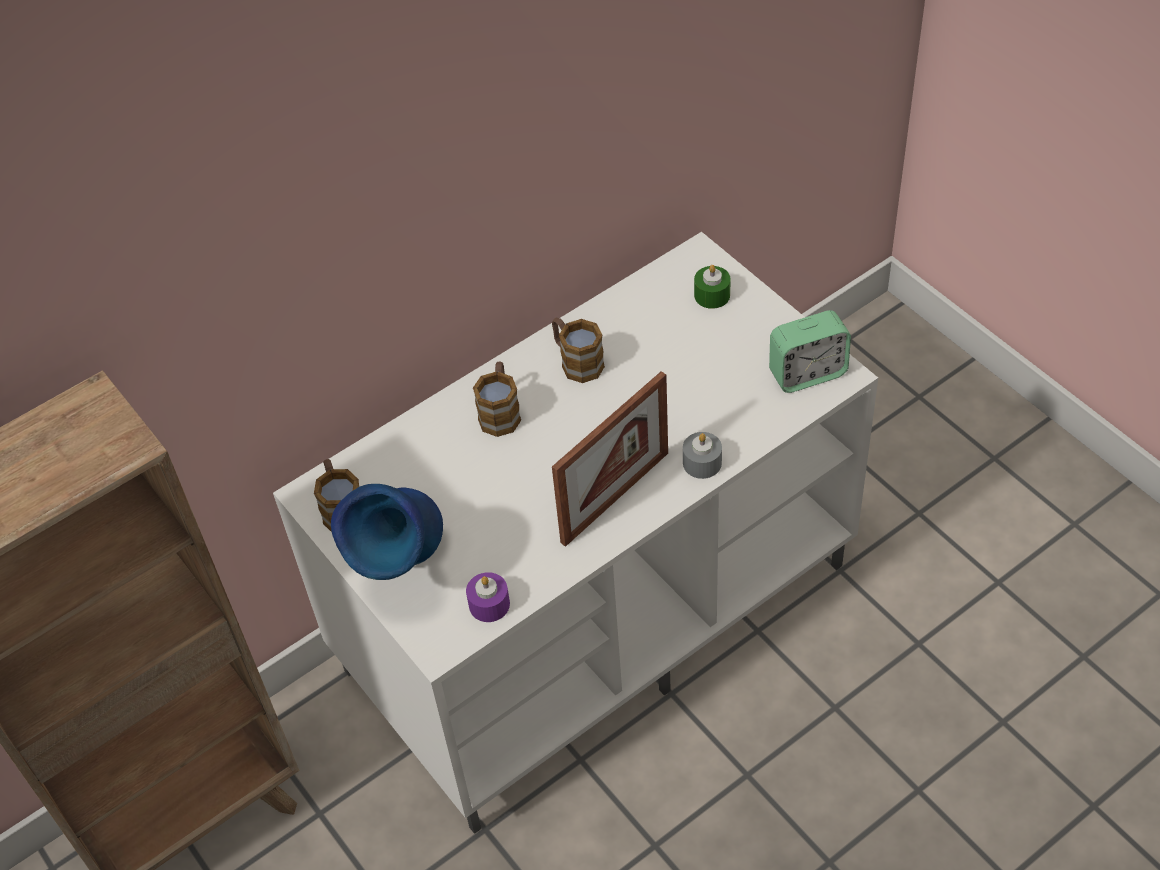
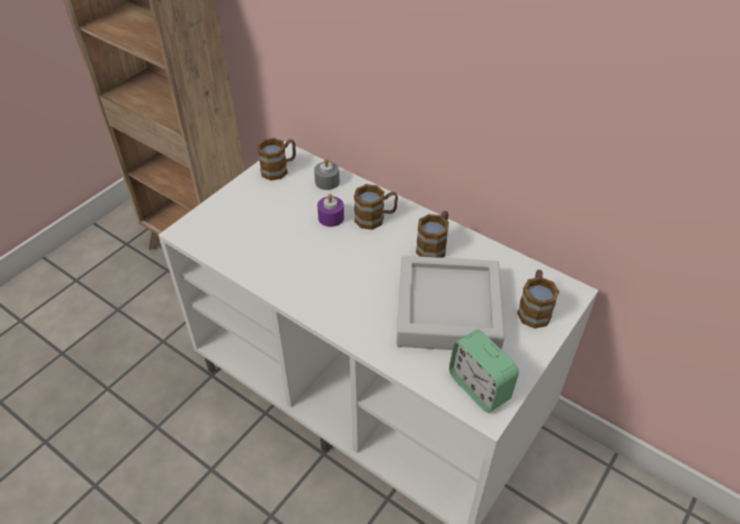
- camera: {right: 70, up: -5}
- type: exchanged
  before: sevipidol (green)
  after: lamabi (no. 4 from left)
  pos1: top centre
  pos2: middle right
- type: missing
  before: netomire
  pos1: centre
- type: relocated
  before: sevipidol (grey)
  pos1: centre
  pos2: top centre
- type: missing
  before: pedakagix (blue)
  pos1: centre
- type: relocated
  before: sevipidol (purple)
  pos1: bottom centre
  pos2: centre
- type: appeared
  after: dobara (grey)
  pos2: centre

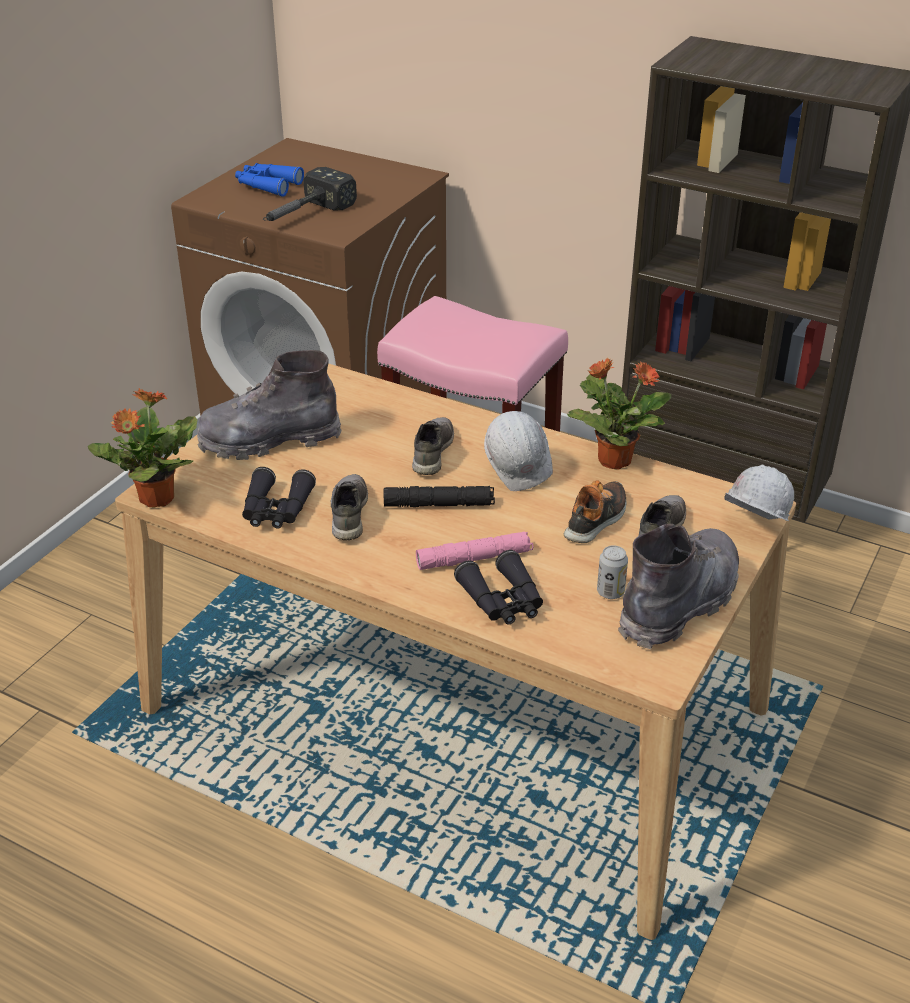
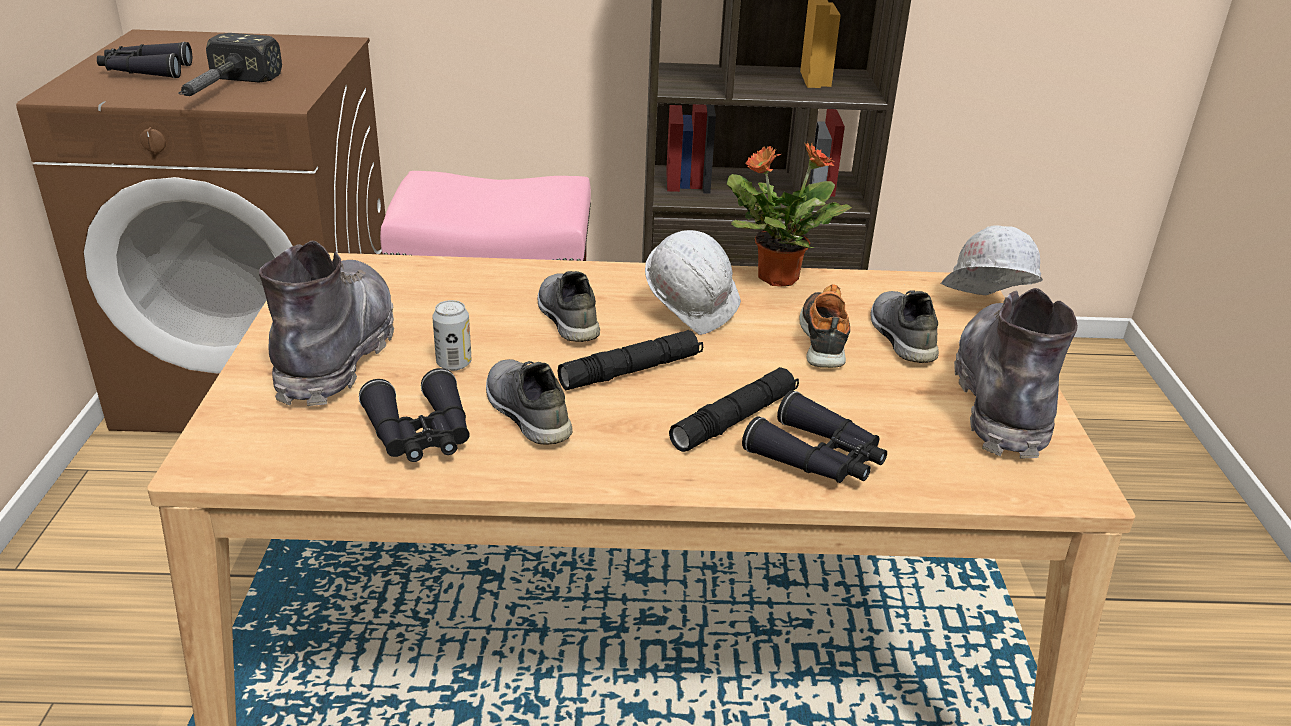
- camera: {right: -30, up: -5}
- type: colour
  before: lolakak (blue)
  after: lolakak (black) (no. 1 from left)
  pos1: top left
  pos2: top left
- type: spun
  before: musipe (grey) (no. 1 from left)
  pos1: middle left
  pos2: middle left
  turn: 135
- type: missing
  before: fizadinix (no. 1 from left)
  pos1: middle left
- type: colour
  before: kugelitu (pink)
  after: kugelitu (black) (no. 2 from left)
  pos1: centre
  pos2: centre
- type: relocated
  before: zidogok
  pos1: middle right
  pos2: centre

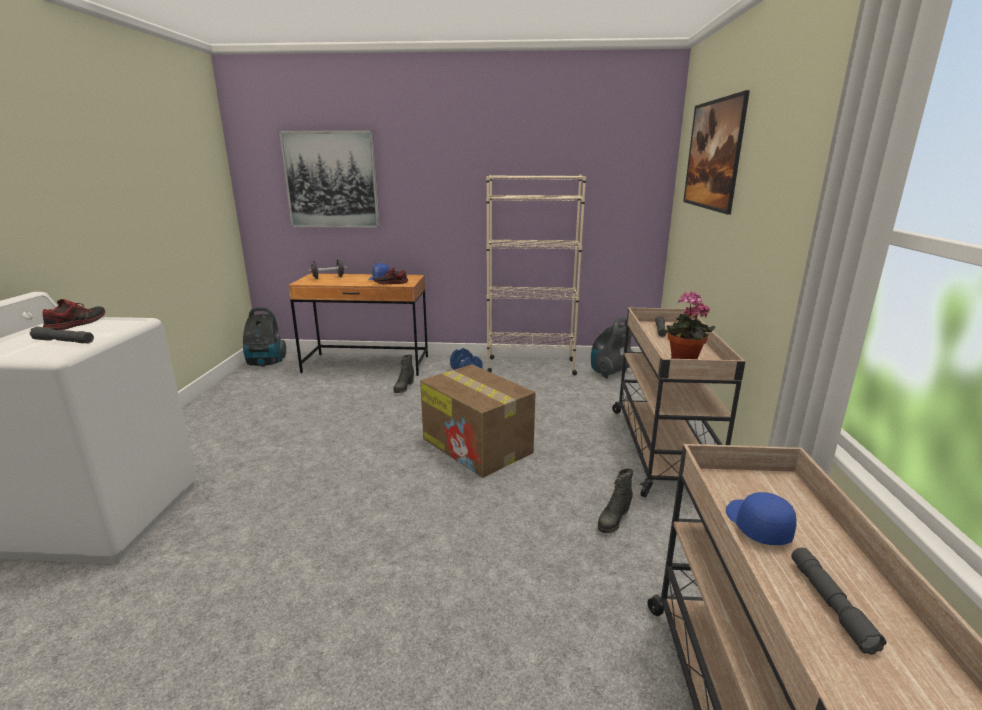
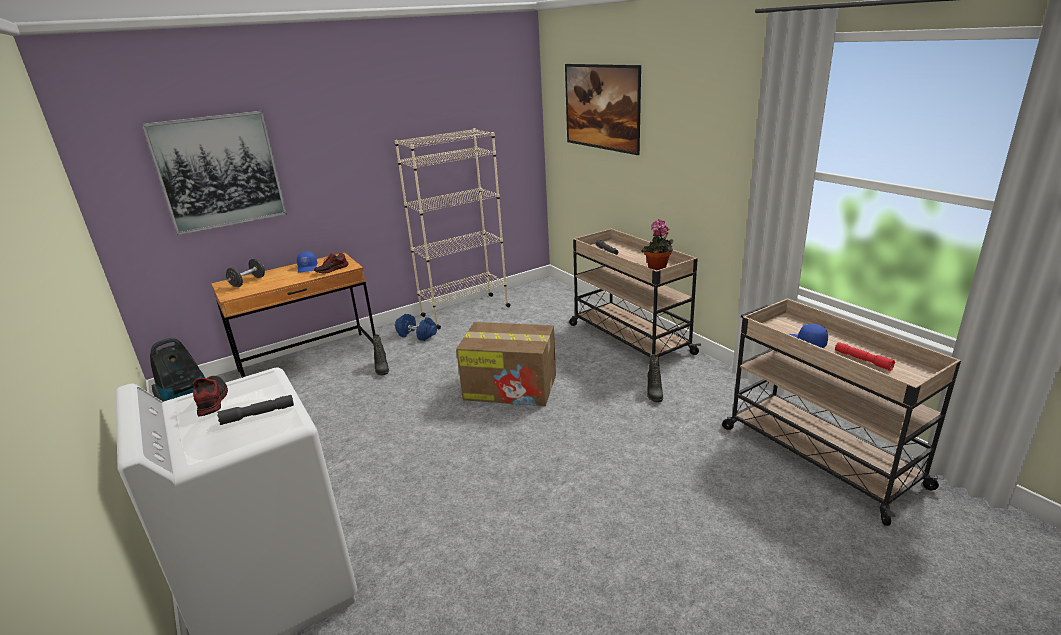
- camera: {right: -35, up: 5}
- type: missing
  before: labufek (no. 2 from left)
  pos1: centre
- type: colour
  before: kugelitu (grey) (no. 3 from left)
  after: kugelitu (red)
  pos1: bottom right
  pos2: middle right

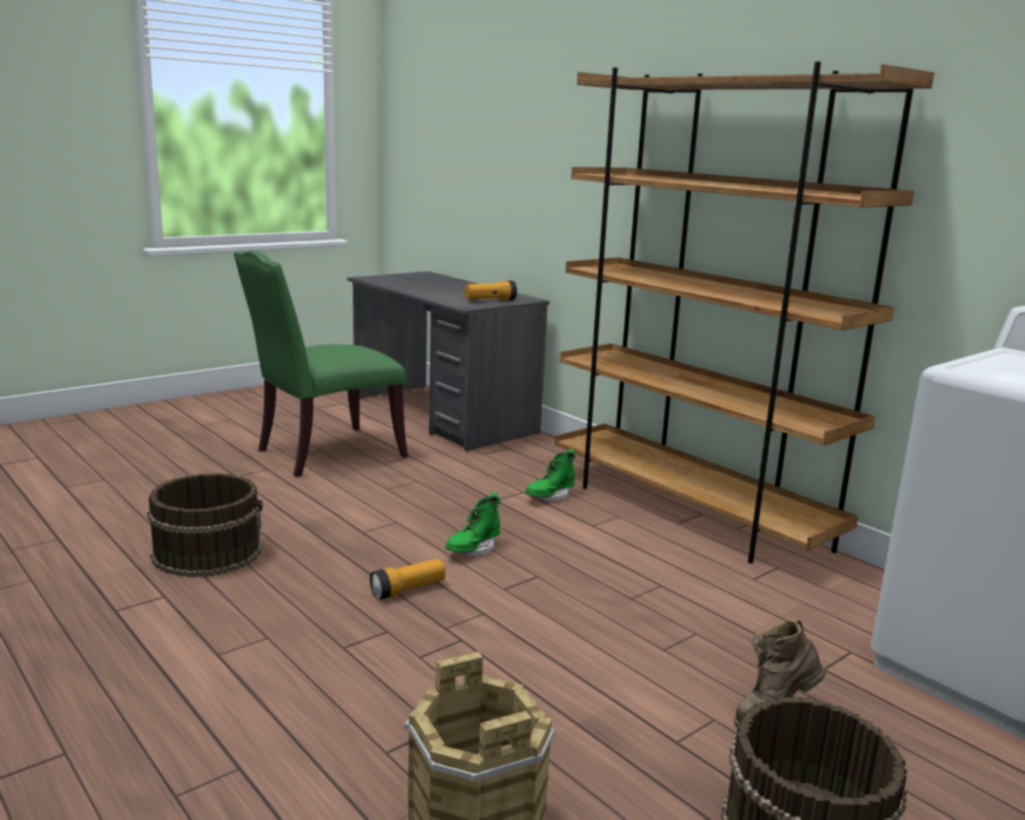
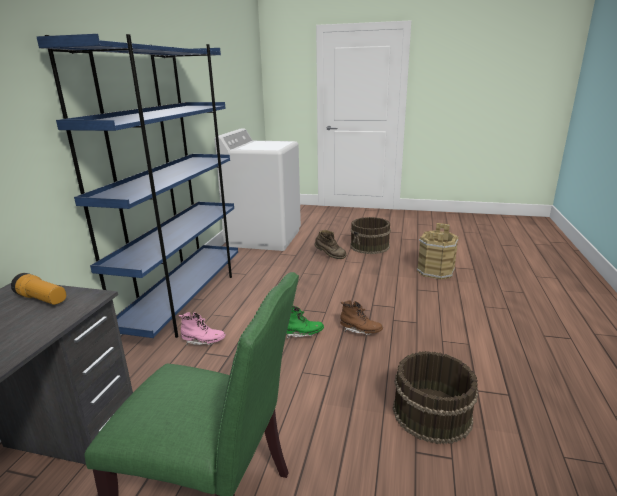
- camera: {right: -125, up: 5}
- type: colour
  before: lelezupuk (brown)
  after: lelezupuk (blue)
  pos1: middle right
  pos2: middle left
- type: colour
  before: musipe (green) (no. 2 from left)
  after: musipe (pink)
  pos1: centre
  pos2: middle left
- type: exchanged
  before: kugelitu (no. 1 from left)
  after: musipe (brown) (no. 2 from left)
  pos1: bottom centre
  pos2: centre

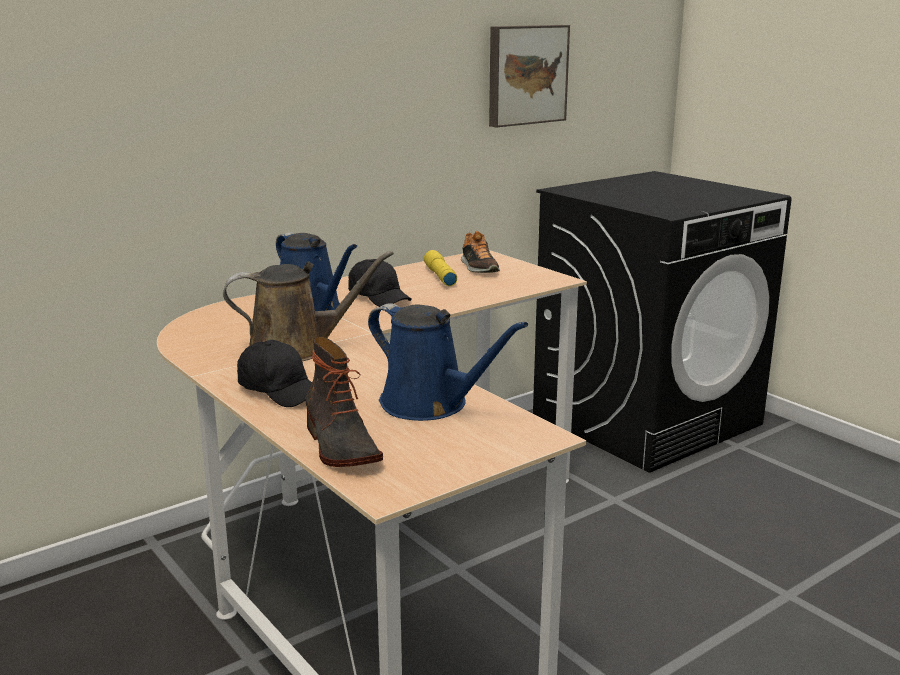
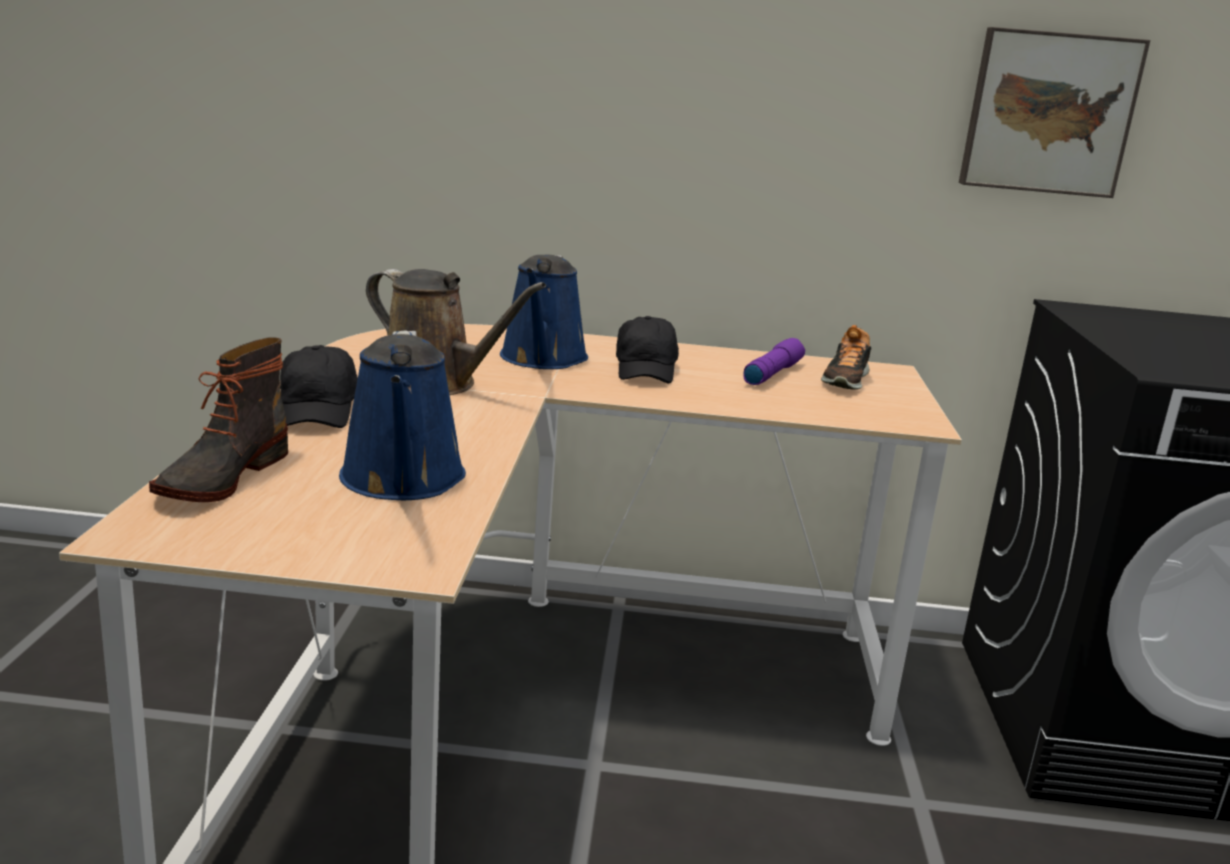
- camera: {right: 40, up: 0}
- type: colour
  before: kugelitu (yellow)
  after: kugelitu (purple)
  pos1: centre
  pos2: centre

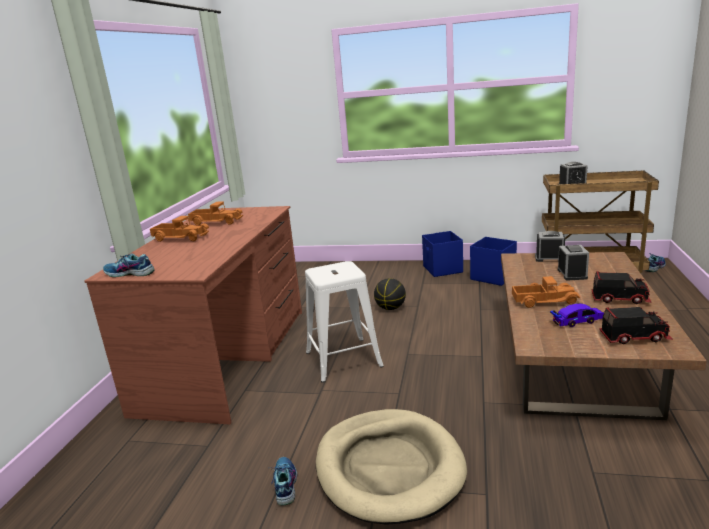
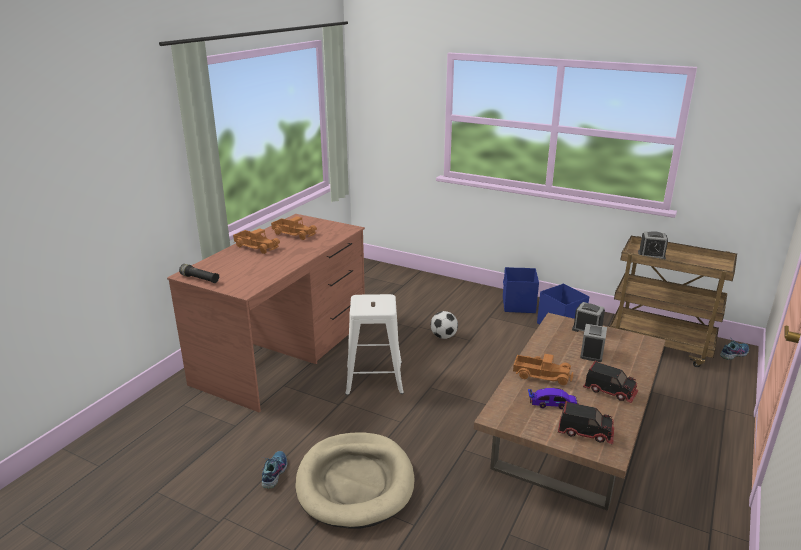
- camera: {right: 15, up: 5}
- type: exchanged
  before: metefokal (no. 1 from left)
  after: kugelitu (black)
  pos1: middle left
  pos2: middle left
- type: exchanged
  before: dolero
  after: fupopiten
  pos1: centre
  pos2: centre

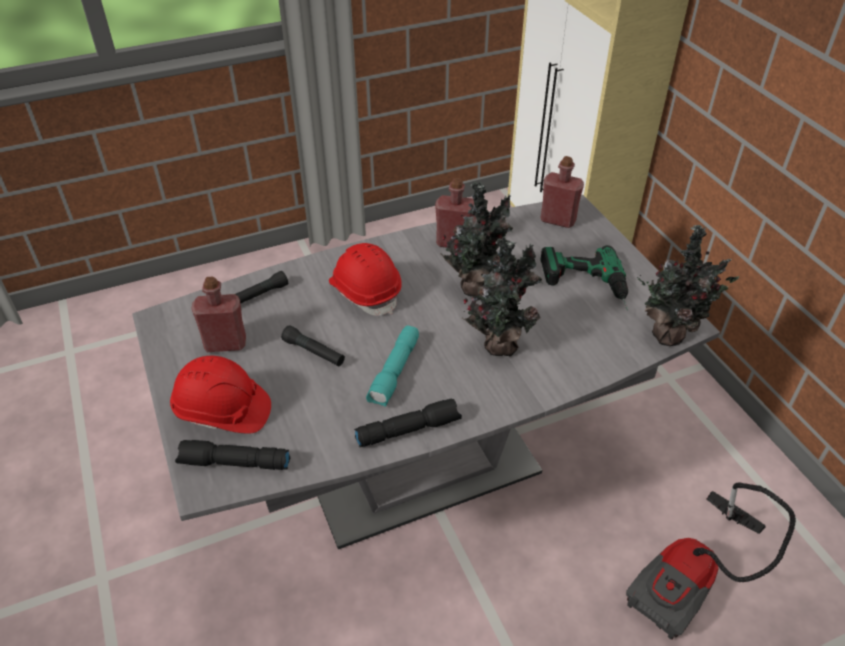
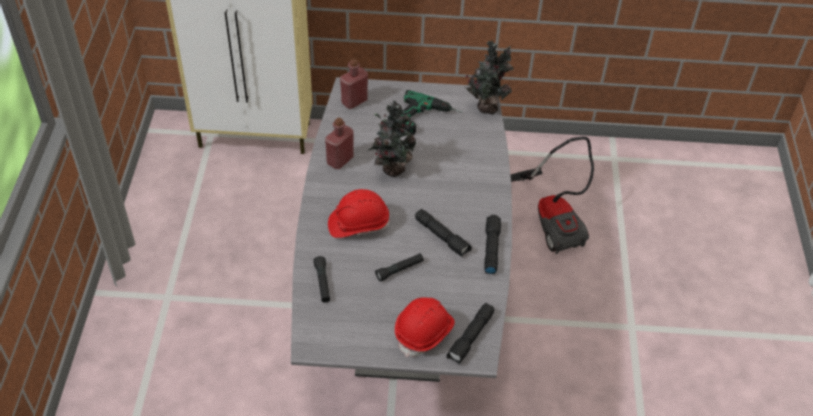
- camera: {right: -65, up: 5}
- type: missing
  before: fizadinix (no. 2 from left)
  pos1: centre
- type: missing
  before: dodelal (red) (no. 1 from left)
  pos1: middle left
- type: colour
  before: kugelitu (turquoise)
  after: kugelitu (black) (no. 3 from left)
  pos1: centre
  pos2: centre

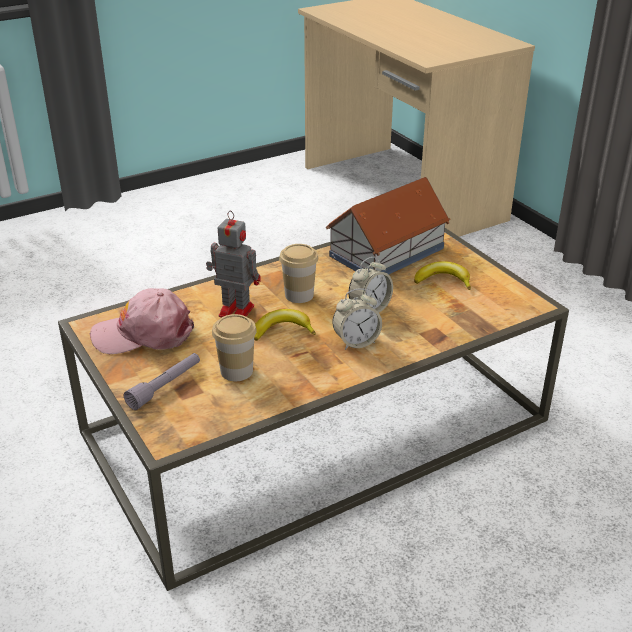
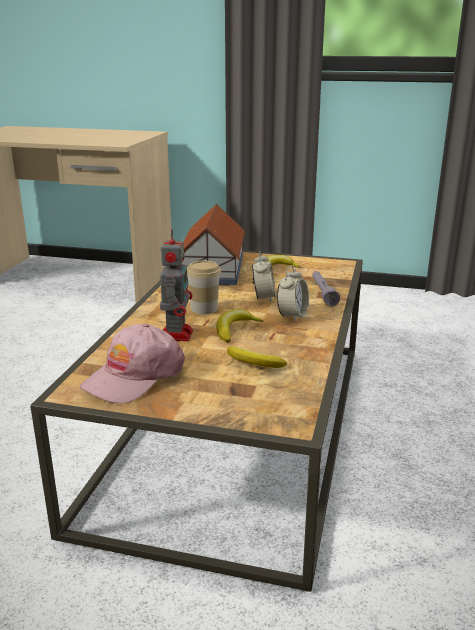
- camera: {right: -45, up: -10}
- type: spun
  before: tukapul
  pos1: centre
  pos2: centre
  turn: 120
- type: exchanged
  before: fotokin (no. 1 from left)
  after: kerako (no. 2 from left)
  pos1: centre
  pos2: centre
- type: relocated
  before: kugelitu (grey)
  pos1: middle left
  pos2: middle right

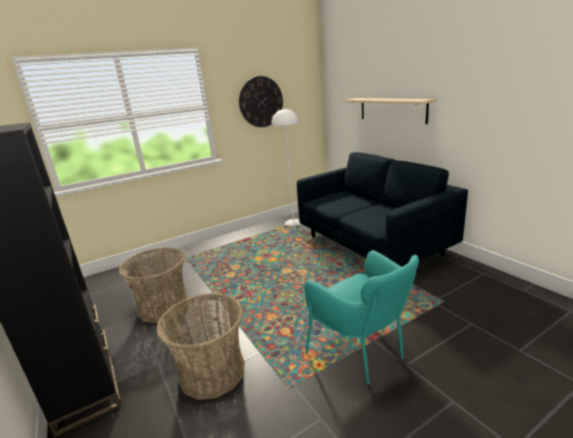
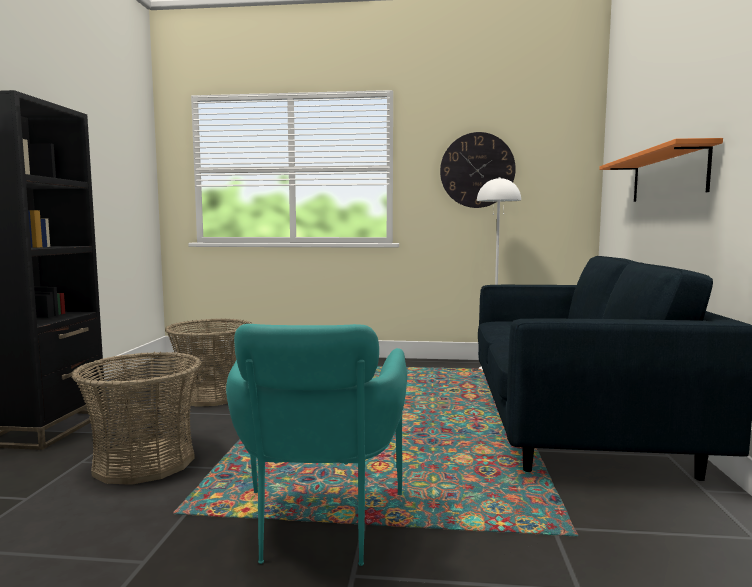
- camera: {right: 35, up: -15}
- type: colour
  before: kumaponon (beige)
  after: kumaponon (orange)
  pos1: top right
  pos2: top right

